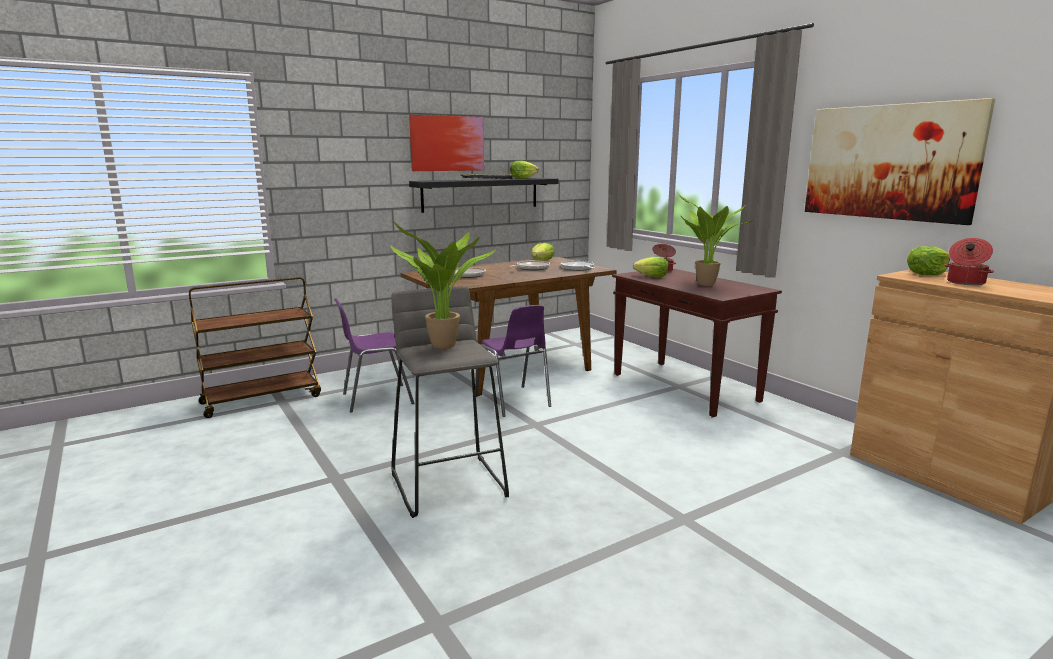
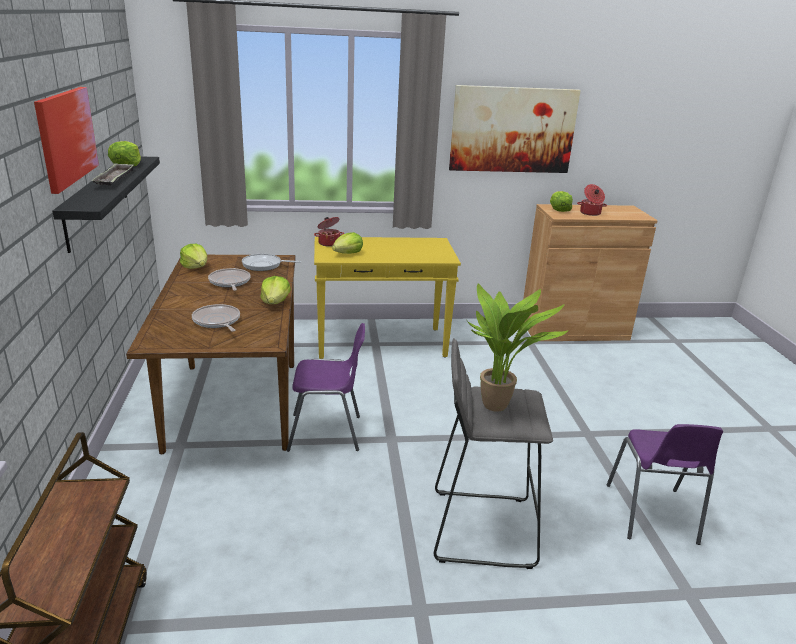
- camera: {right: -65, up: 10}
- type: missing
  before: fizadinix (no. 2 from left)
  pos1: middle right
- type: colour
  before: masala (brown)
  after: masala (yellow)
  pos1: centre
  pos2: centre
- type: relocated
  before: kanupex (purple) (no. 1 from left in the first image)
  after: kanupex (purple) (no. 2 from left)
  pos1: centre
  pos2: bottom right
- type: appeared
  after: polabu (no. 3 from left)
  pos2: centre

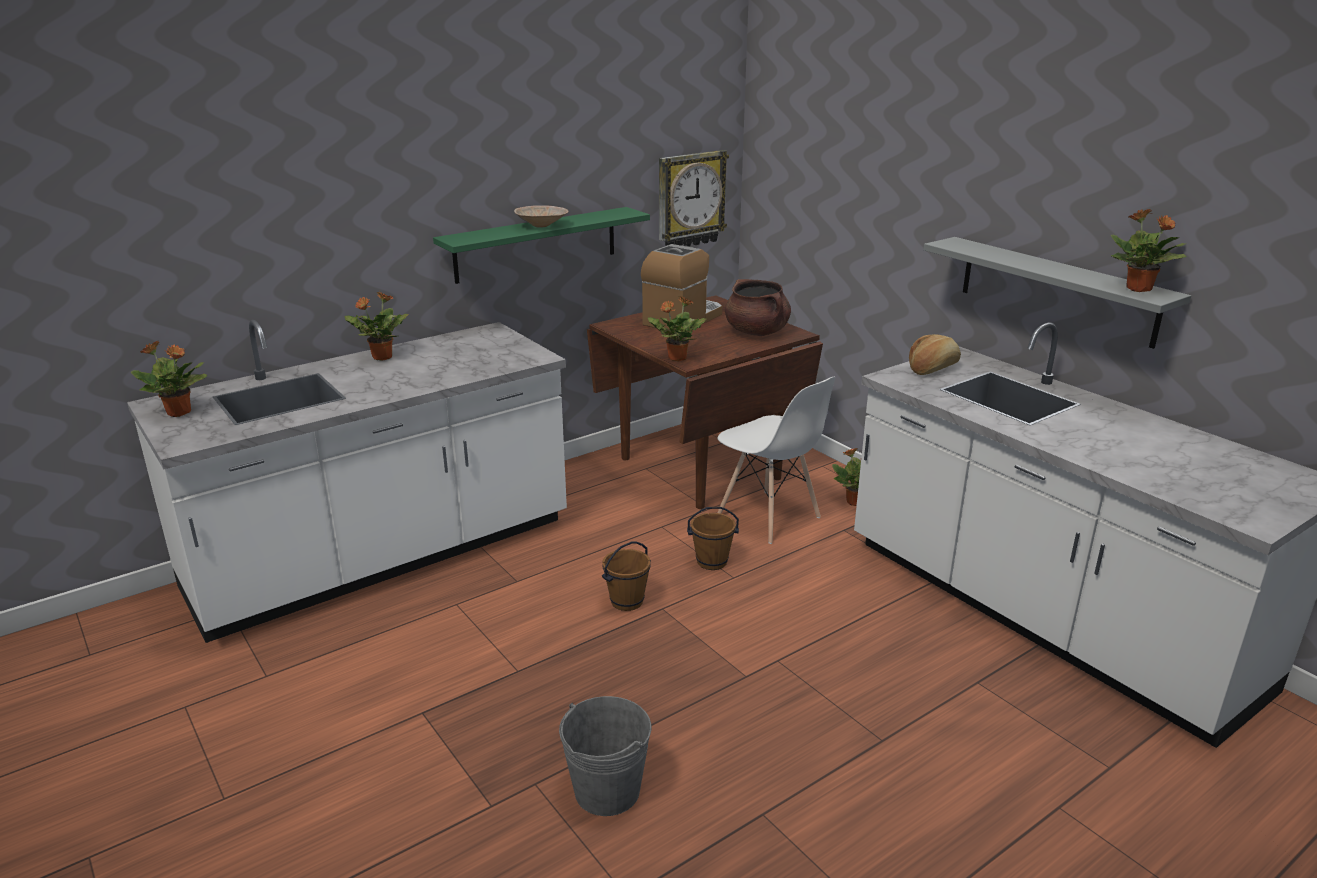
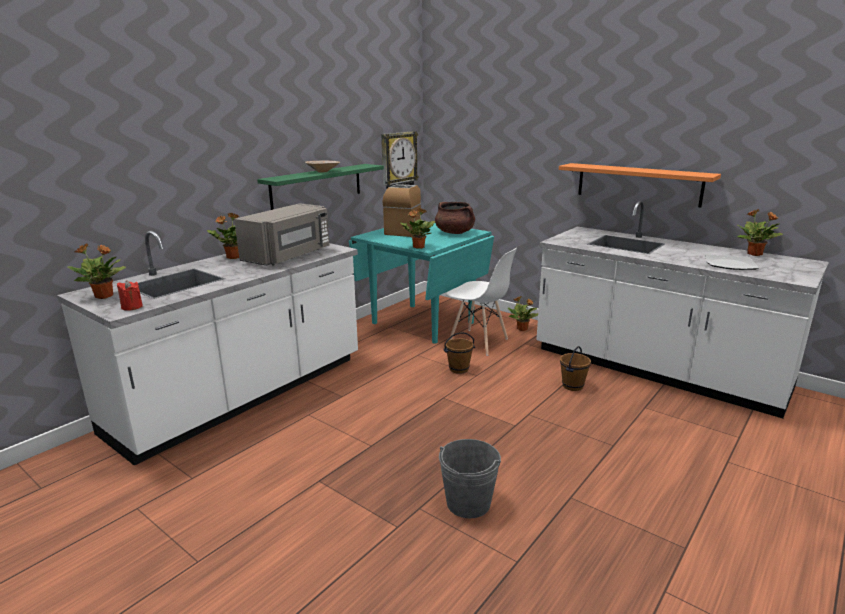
- camera: {right: -15, up: -5}
- type: relocated
  before: fizadinix (no. 5 from left)
  pos1: top right
  pos2: middle right
- type: colour
  before: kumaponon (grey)
  after: kumaponon (orange)
  pos1: middle right
  pos2: top right
- type: colour
  before: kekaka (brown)
  after: kekaka (turquoise)
  pos1: centre
  pos2: centre
- type: missing
  before: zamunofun
  pos1: middle right
- type: relocated
  before: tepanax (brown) (no. 1 from left in the first image)
  after: tepanax (brown) (no. 2 from left)
  pos1: centre
  pos2: middle right
- type: appeared
  after: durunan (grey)
  pos2: middle left
- type: appeared
  after: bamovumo
  pos2: middle right
- type: appeared
  after: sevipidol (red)
  pos2: middle left

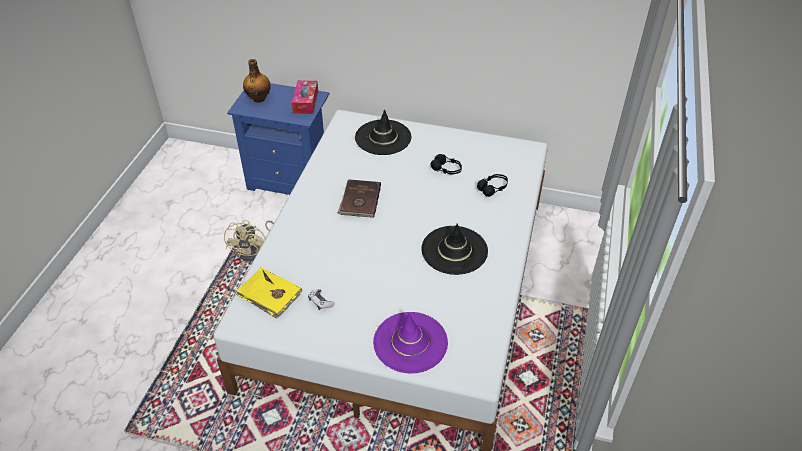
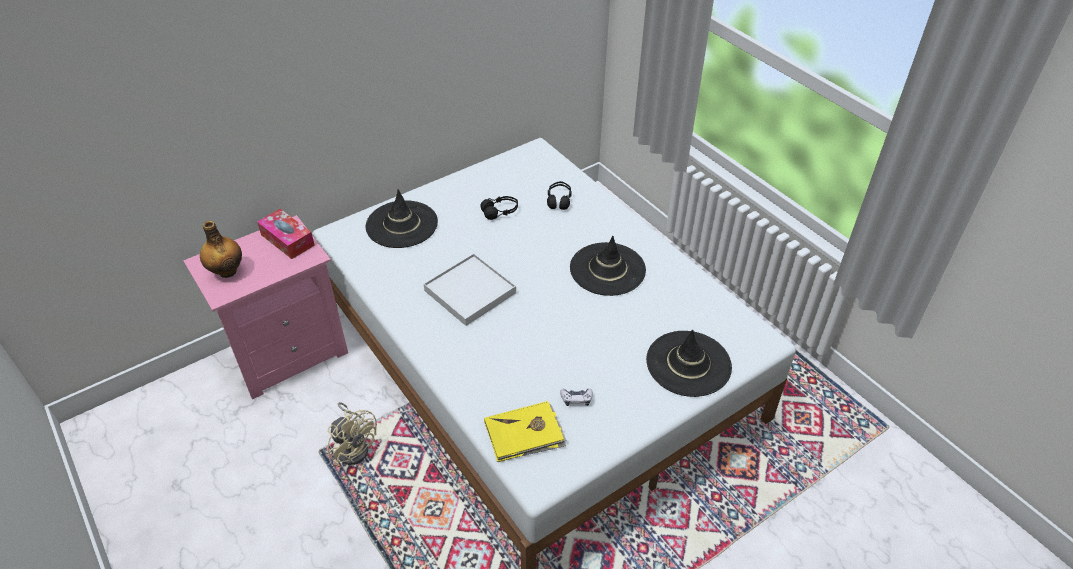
- camera: {right: -50, up: 0}
- type: colour
  before: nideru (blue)
  after: nideru (pink)
  pos1: top centre
  pos2: middle left
- type: exchanged
  before: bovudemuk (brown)
  after: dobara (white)
  pos1: centre
  pos2: centre
- type: colour
  before: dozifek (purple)
  after: dozifek (black) (no. 3 from left)
  pos1: bottom centre
  pos2: centre

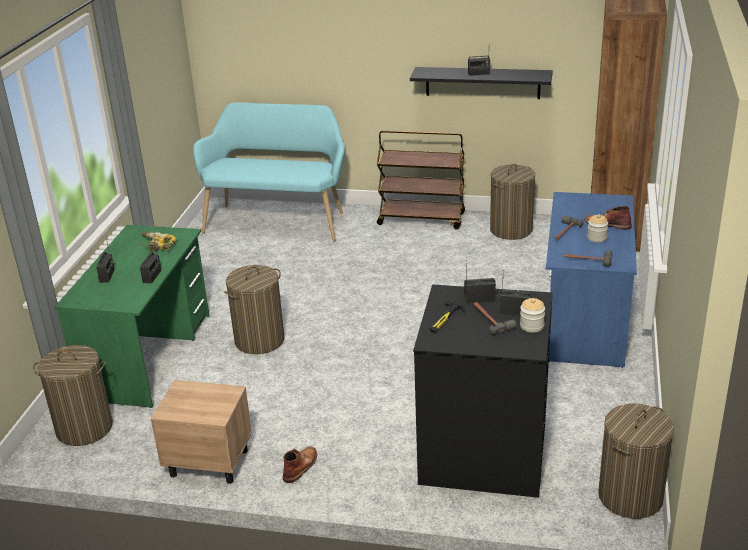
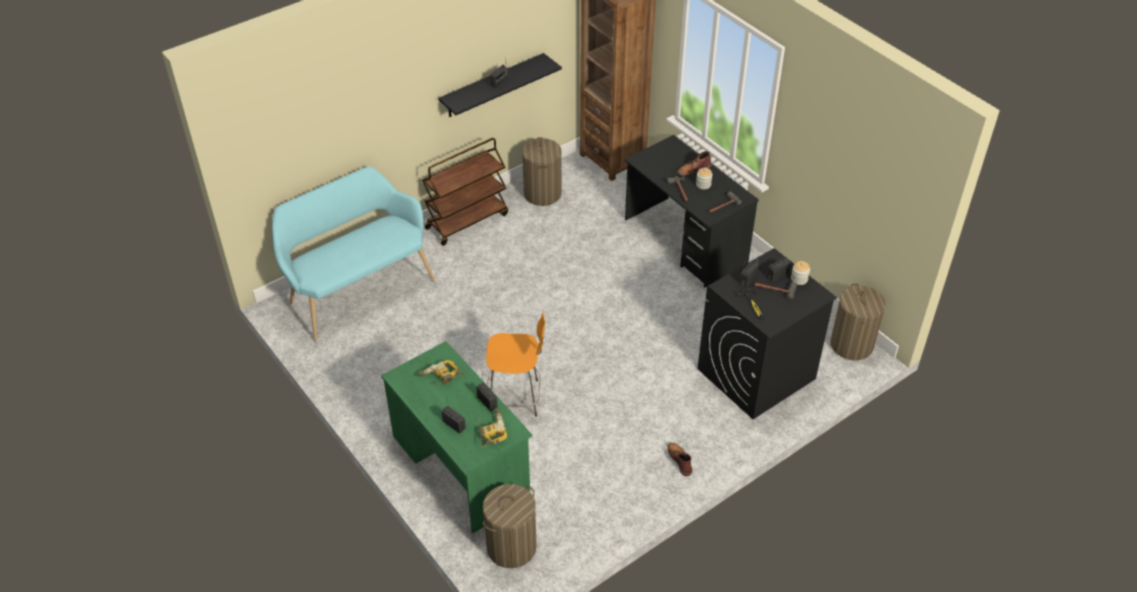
- camera: {right: -50, up: 15}
- type: colour
  before: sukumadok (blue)
  after: sukumadok (black)
  pos1: middle right
  pos2: centre
- type: exchanged
  before: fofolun (no. 2 from left)
  after: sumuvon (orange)
  pos1: centre
  pos2: centre
- type: missing
  before: nideru (beige)
  pos1: bottom left
- type: appeared
  after: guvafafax (no. 2 from left)
  pos2: bottom centre

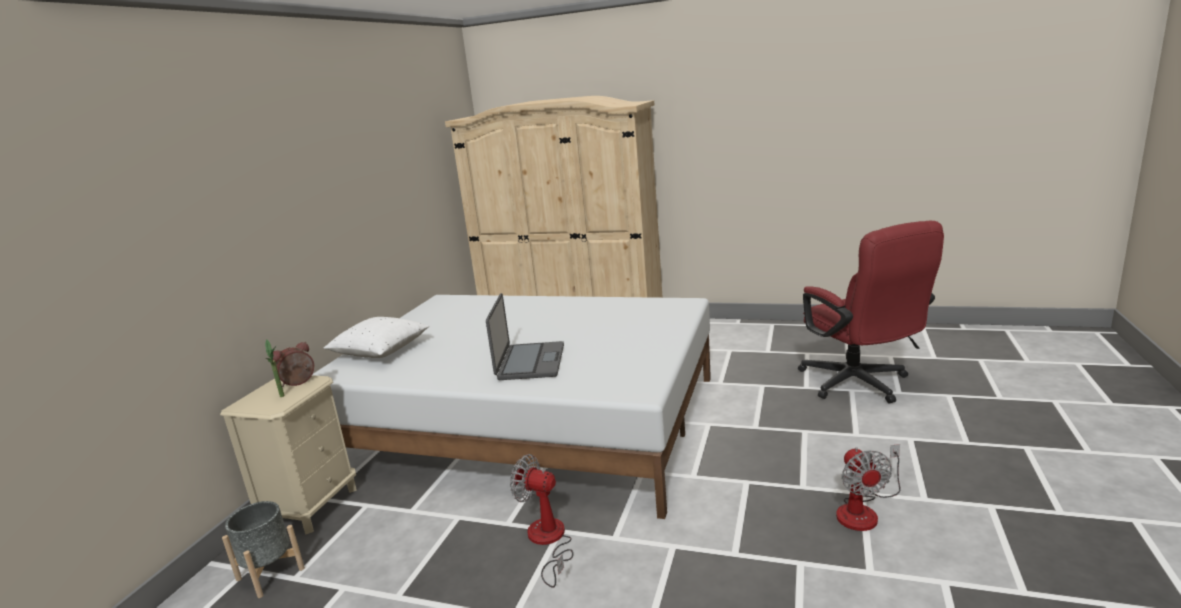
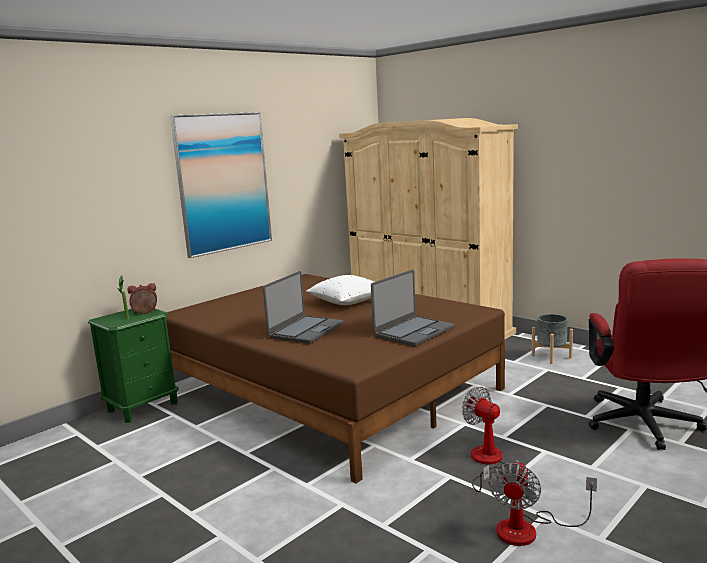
- camera: {right: 25, up: -5}
- type: colour
  before: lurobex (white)
  after: lurobex (brown)
  pos1: bottom centre
  pos2: bottom centre
- type: relocated
  before: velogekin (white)
  pos1: middle left
  pos2: centre
- type: colour
  before: nideru (beige)
  after: nideru (green)
  pos1: bottom left
  pos2: middle left
- type: relocated
  before: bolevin (no. 1 from left)
  pos1: bottom centre
  pos2: bottom right
- type: relocated
  before: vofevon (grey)
  pos1: bottom left
  pos2: middle right
- type: appeared
  after: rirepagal
  pos2: top left
- type: appeared
  after: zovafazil (no. 2 from left)
  pos2: centre

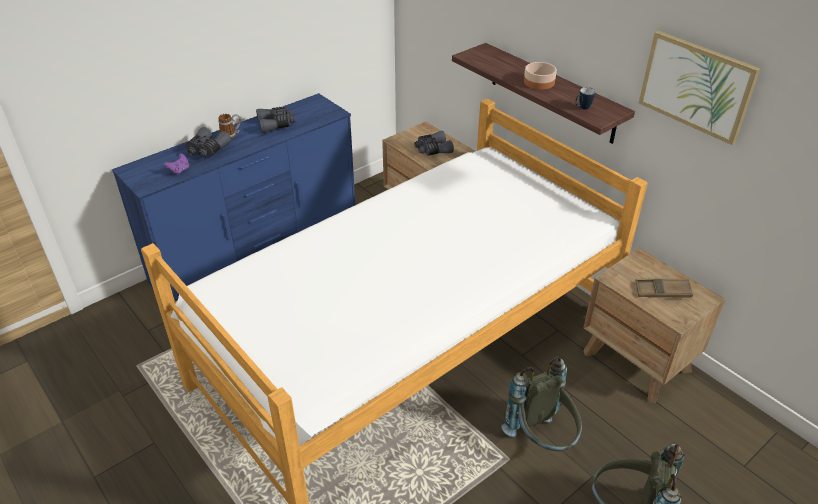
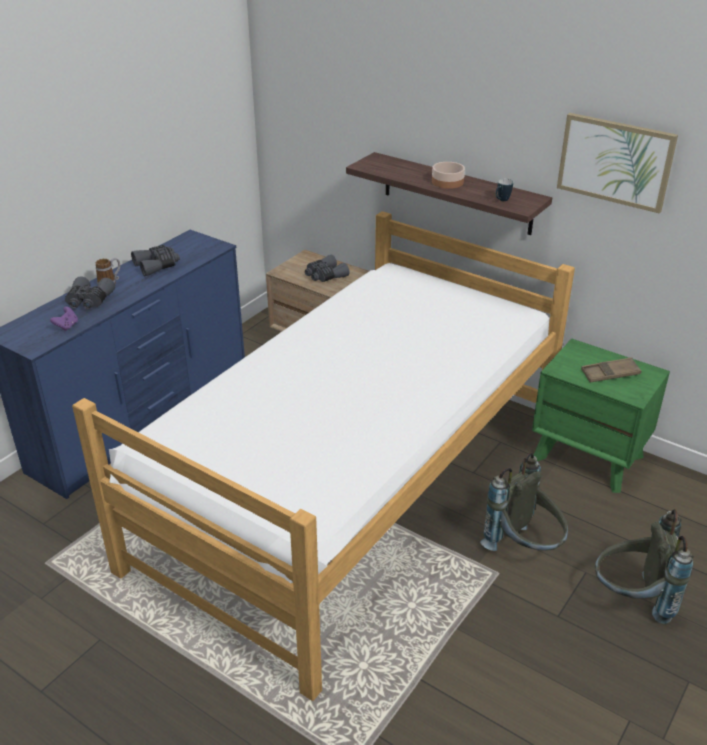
- camera: {right: -15, up: -5}
- type: colour
  before: nideru (brown) (no. 2 from left)
  after: nideru (green)
  pos1: middle right
  pos2: middle right

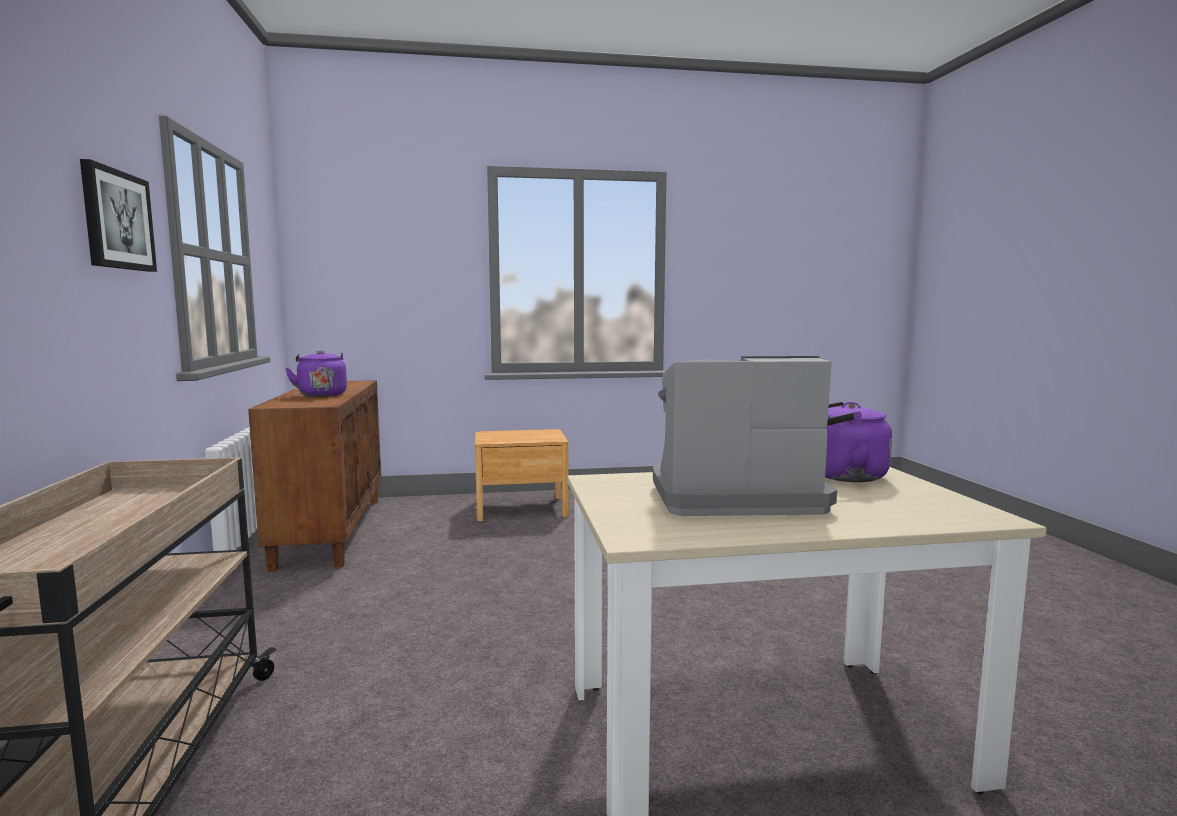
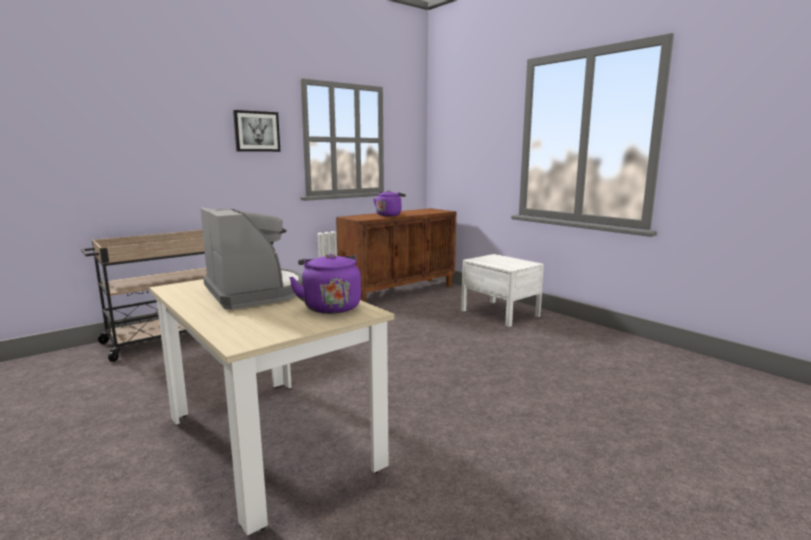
- camera: {right: 60, up: 5}
- type: colour
  before: nideru (brown)
  after: nideru (white)
  pos1: centre
  pos2: centre

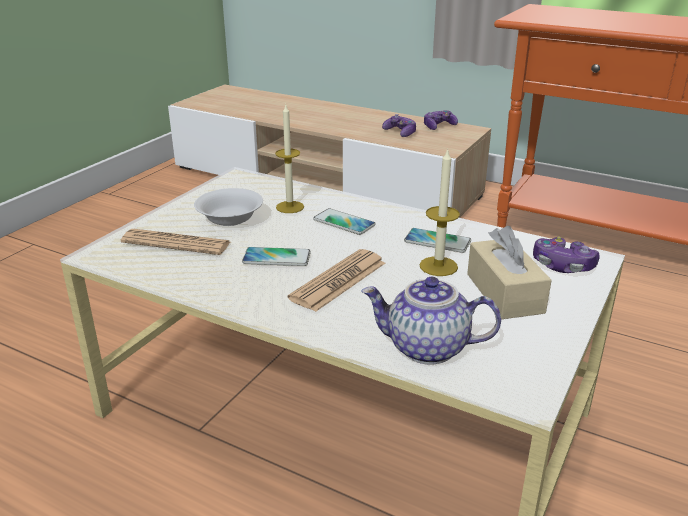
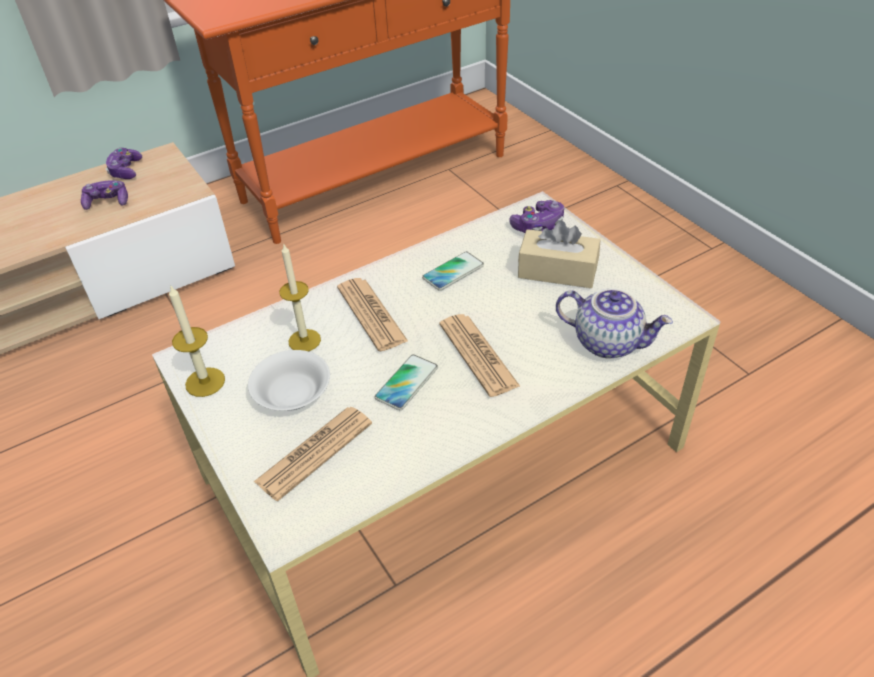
- camera: {right: -60, up: 15}
- type: relocated
  before: sevipidol (no. 2 from left in the first image)
  after: sevipidol (no. 1 from left)
  pos1: centre
  pos2: middle left
- type: exchanged
  before: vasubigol (no. 2 from left)
  after: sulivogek (no. 2 from left)
  pos1: centre
  pos2: centre
- type: spun
  before: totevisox
  pos1: centre
  pos2: middle right
  turn: -105

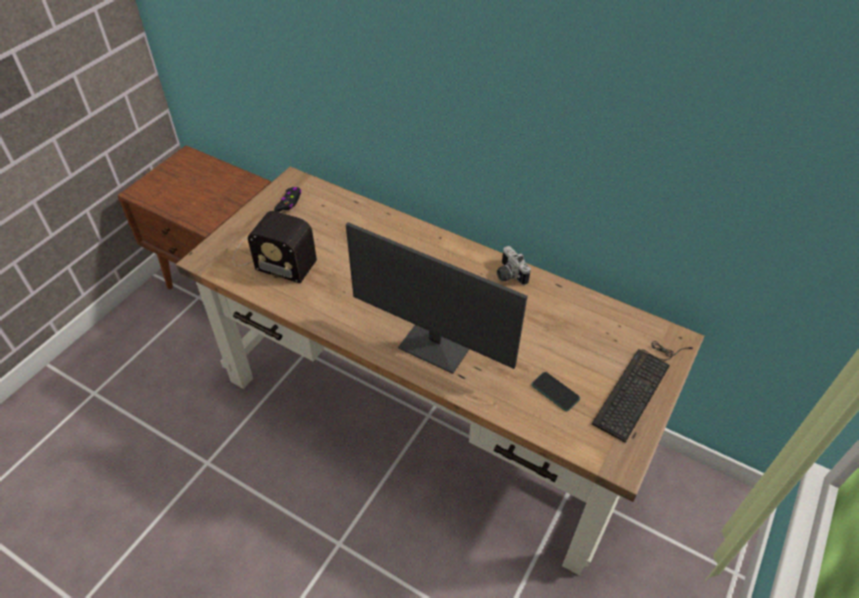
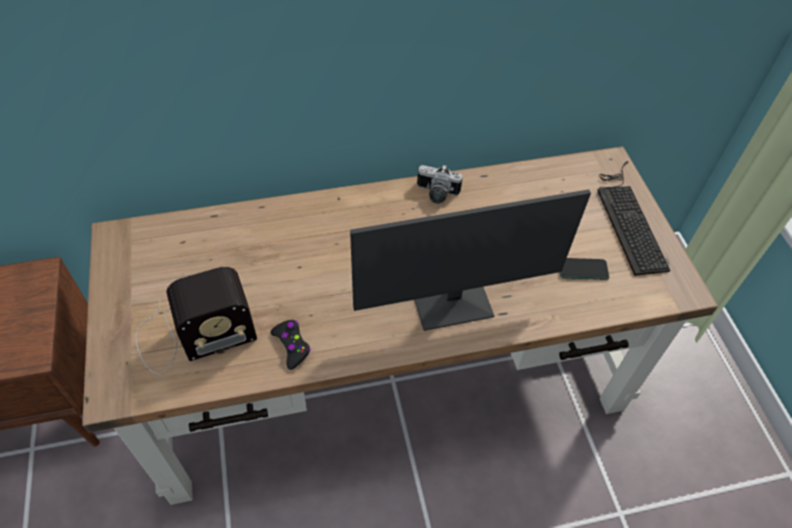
- camera: {right: -45, up: 5}
- type: relocated
  before: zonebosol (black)
  pos1: top centre
  pos2: centre

